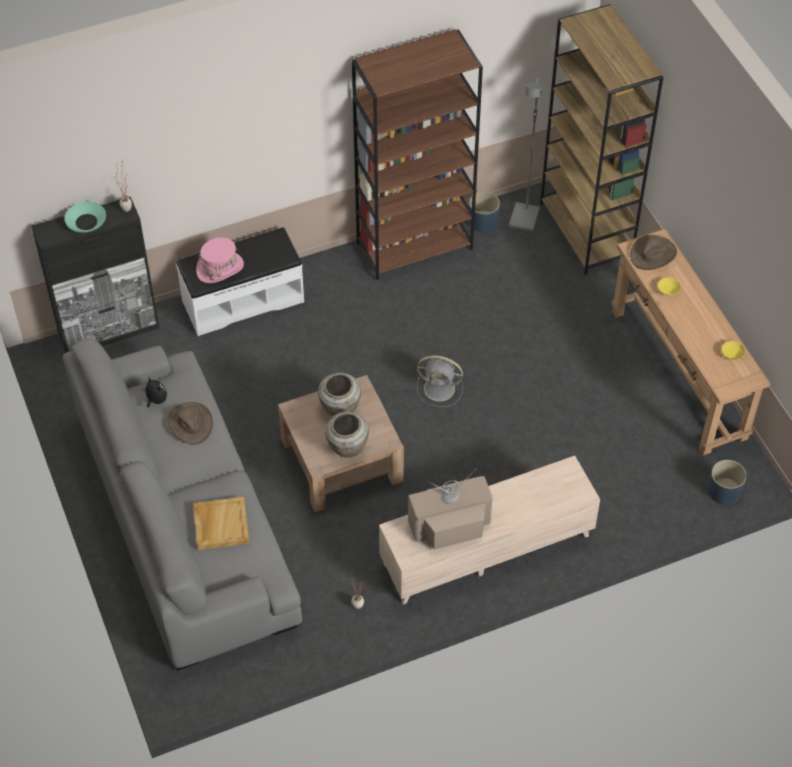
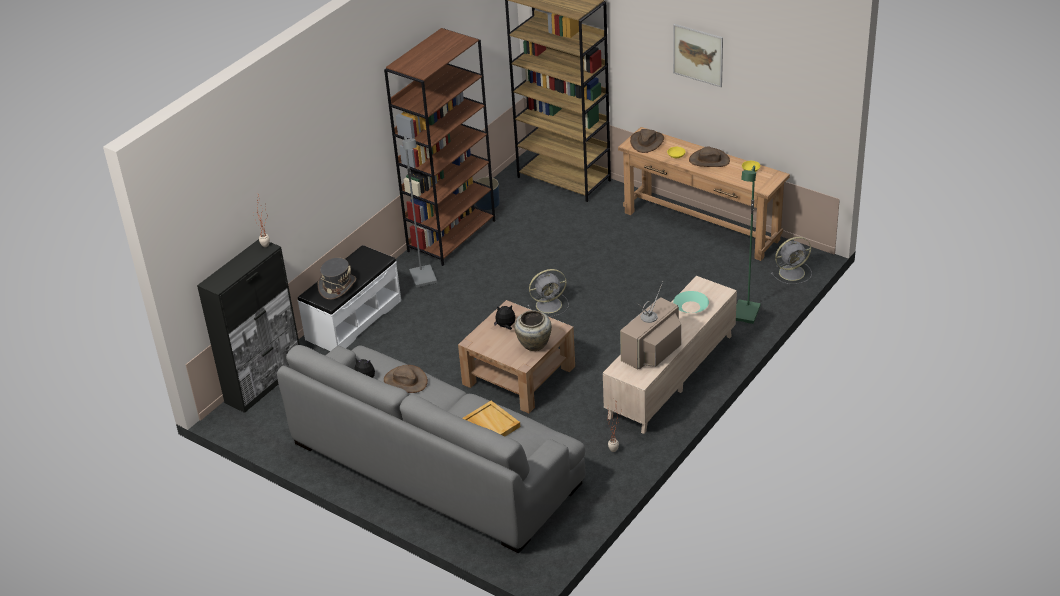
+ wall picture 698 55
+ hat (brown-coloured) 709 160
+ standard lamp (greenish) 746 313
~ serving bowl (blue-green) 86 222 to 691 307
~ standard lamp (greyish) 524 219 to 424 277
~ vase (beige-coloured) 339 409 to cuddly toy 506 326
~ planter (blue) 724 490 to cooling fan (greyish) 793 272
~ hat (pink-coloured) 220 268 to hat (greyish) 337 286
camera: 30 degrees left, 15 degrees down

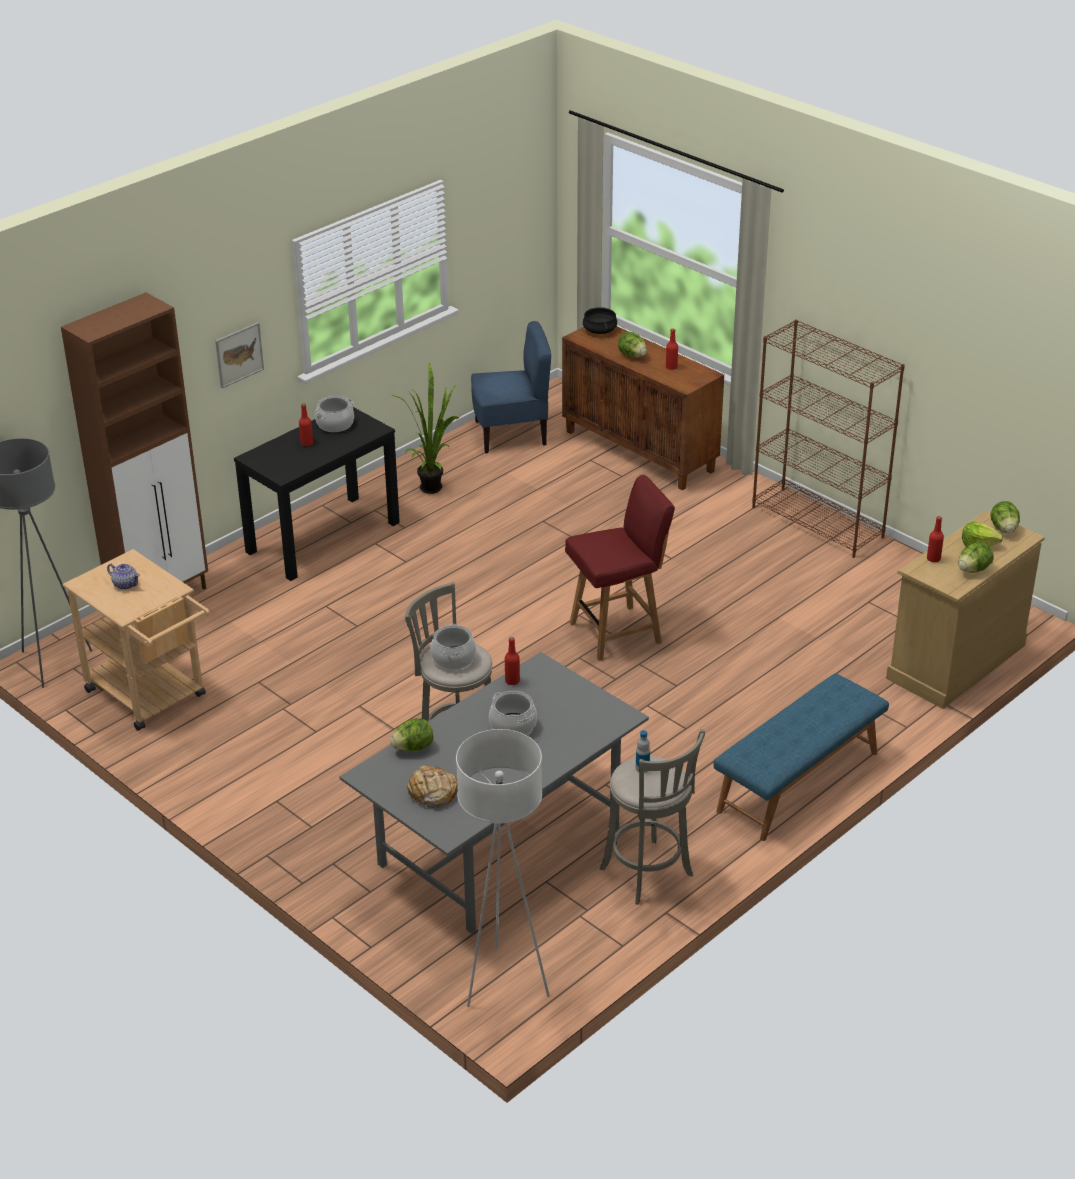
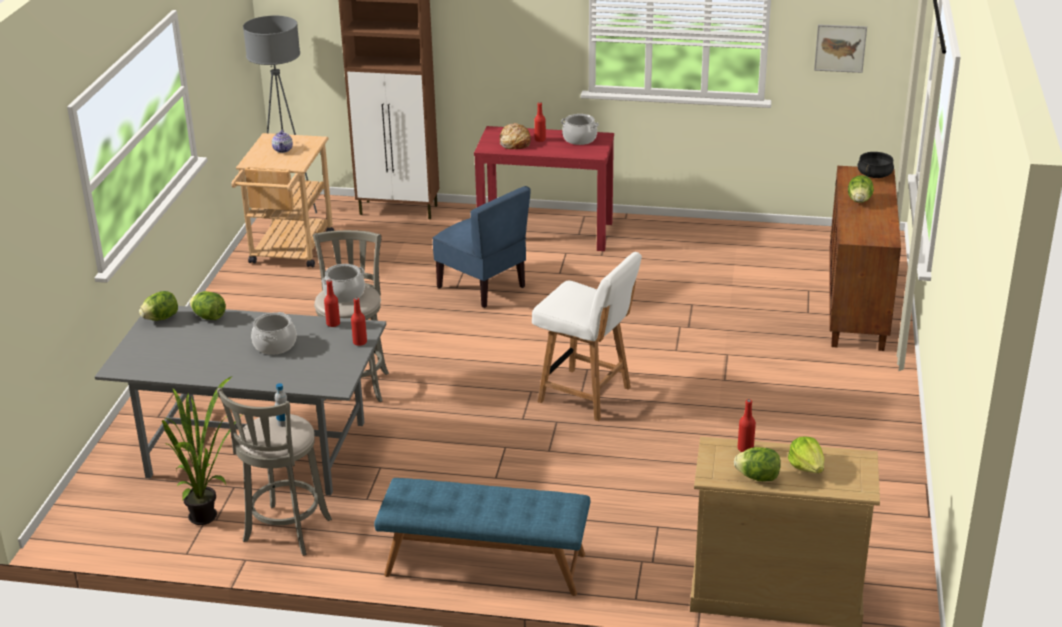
- standard lamp (white) 504 982
- bookcase (brown-coloured) 818 522
~ wall picture 239 354 to 840 48
~ potted plant 434 486 to 210 517
~ bakery bread 432 793 to 514 143
~ chair (blue) 511 434 to 482 287
~ bottle (red-coloured) 671 367 to 360 342
~ lettuce 1004 529 to 161 318
~ console table (black) 323 537 to console table (red-coloured) 546 232
~ chair (red-coloured) 617 632 to chair (white) 586 395
camera: 55 degrees right, 5 degrees down

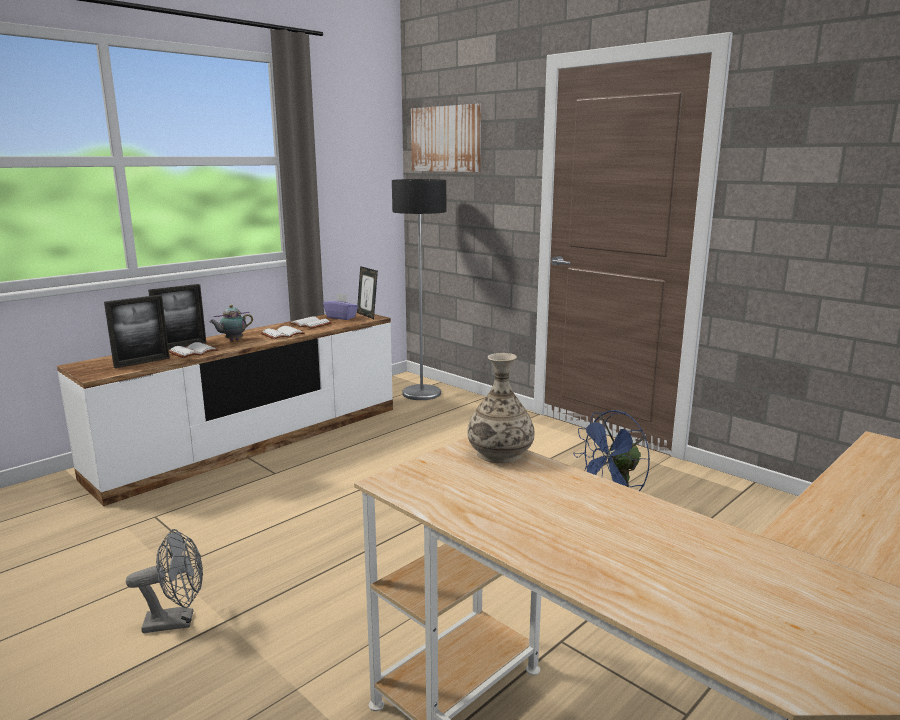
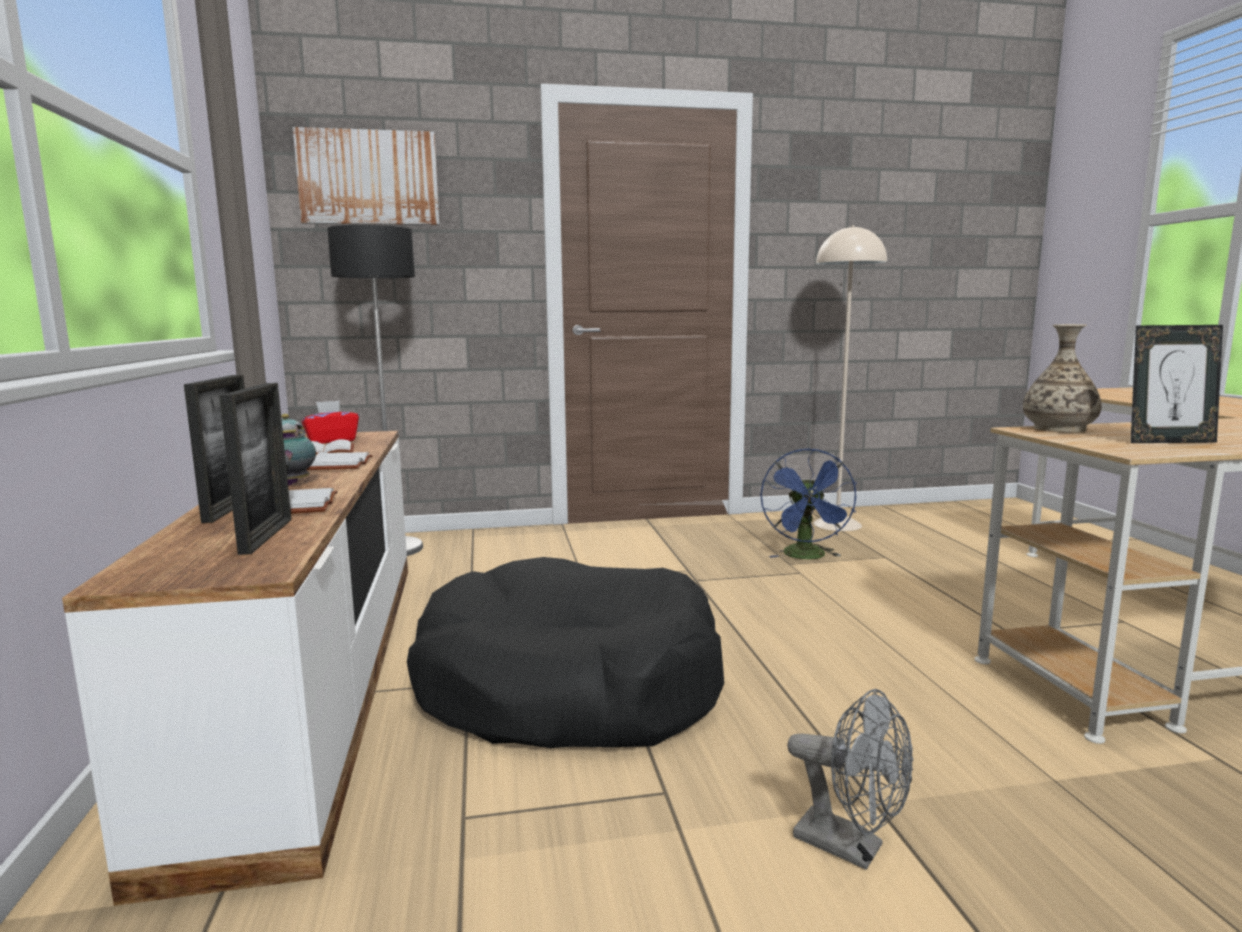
+ dog cushion (black) 568 686
+ standard lamp (beige-coloured) 838 524
~ photo frame 367 315 to 1168 441
~ box of tissues (purple) 341 317 to box of tissues (red-coloured) 331 440
~ cooling fan (greyish) 177 621 = 851 847 105 degrees clockwise
camera: 55 degrees left, 5 degrees down

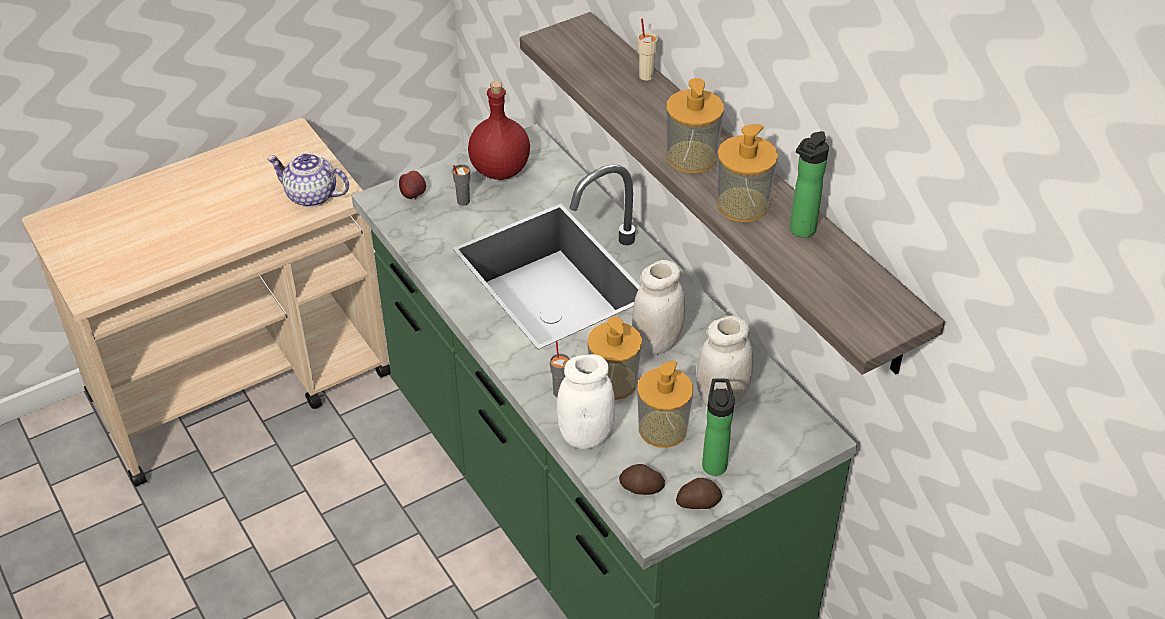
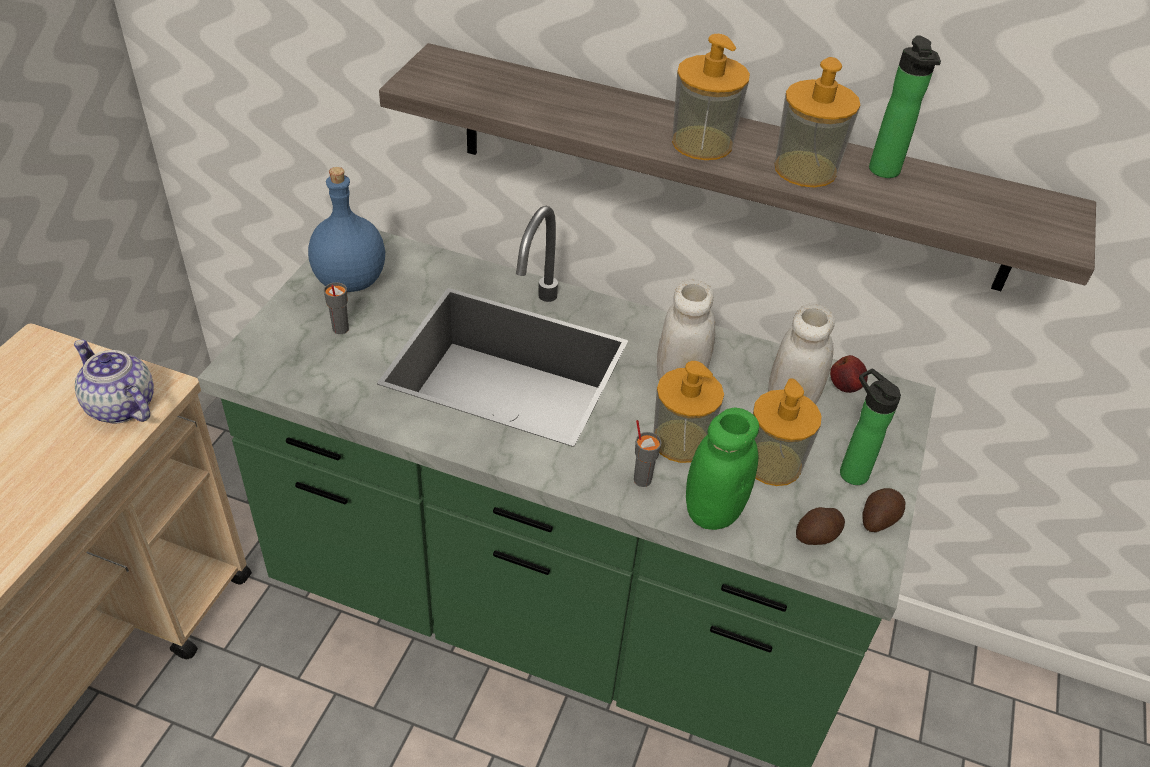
- small cup (beige-coloured) 646 75
~ apple fruit 413 195 to 845 387
~ bottle (red-coloured) 501 170 to bottle (blue) 351 280
~ storage jar (white) 585 436 to storage jar (greenish) 713 511
~ teapot 311 196 = 120 406 60 degrees clockwise
camera: 40 degrees left, 0 degrees up

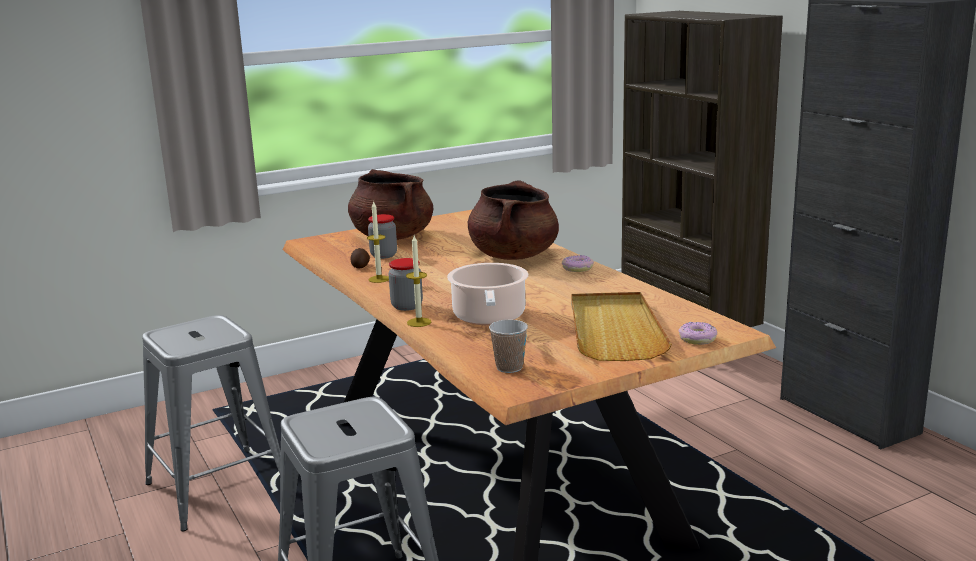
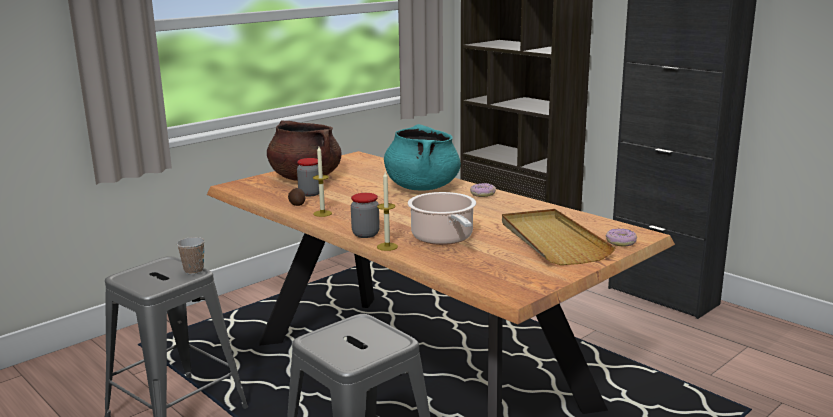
~ small cup 509 367 to 194 270
~ saucepot (brown-coloured) 513 255 to saucepot (blue-green) 422 187
camera: 15 degrees left, 0 degrees up

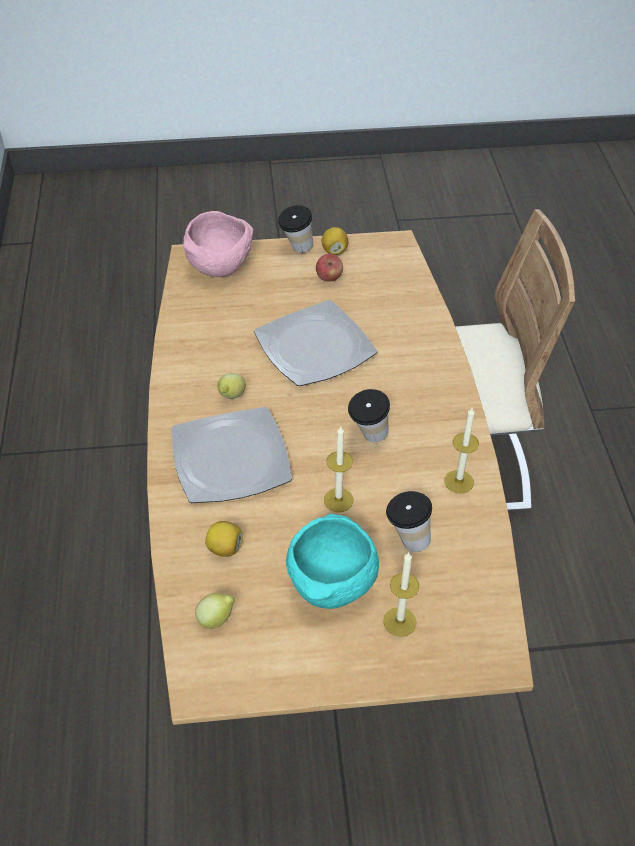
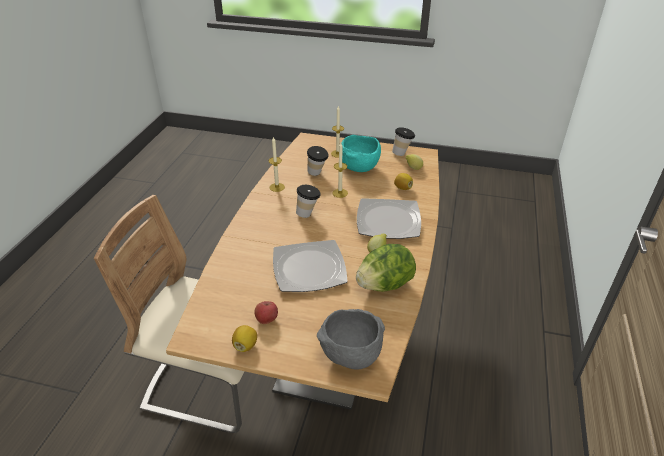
+ lettuce 385 284
~ small cup 296 249 to 402 153
~ serving bowl (pink-coloured) 220 266 to serving bowl (greyish) 350 356
camera: 160 degrees left, 10 degrees down

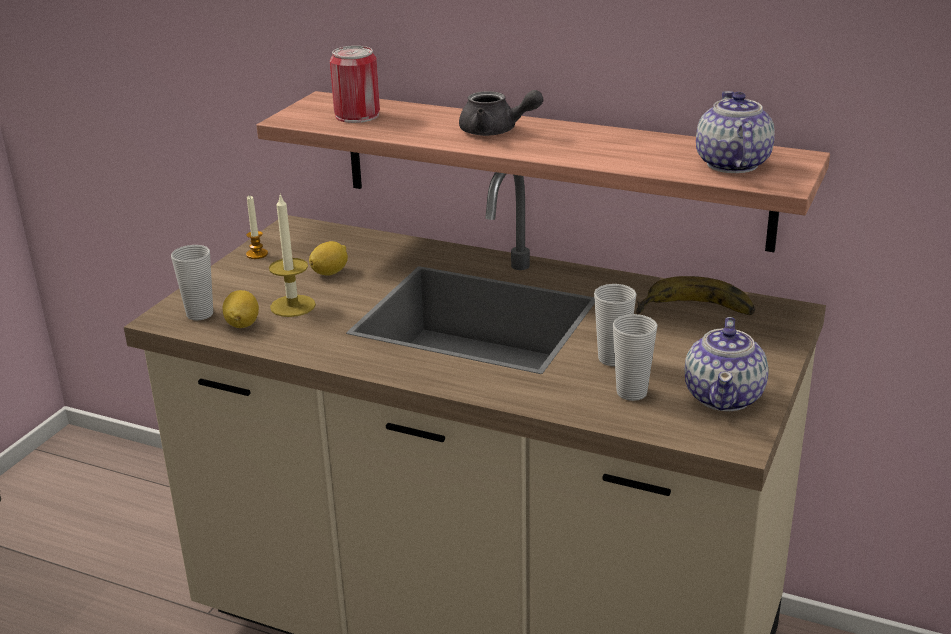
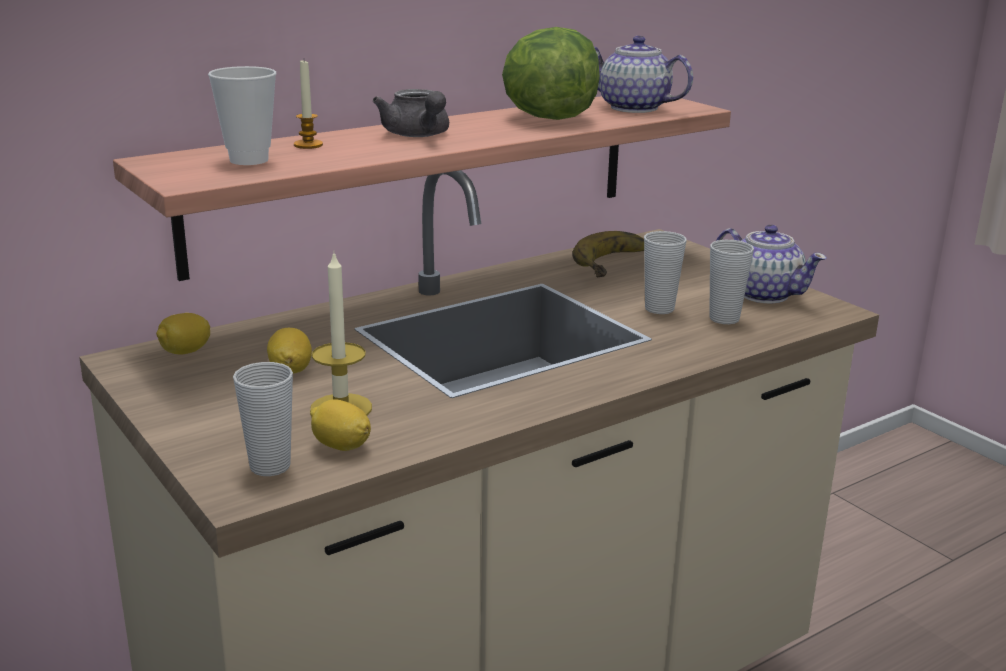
+ lemon 185 352
+ lettuce 548 117
~ candle 257 254 to 308 145
~ sealed can 357 115 to small cup 249 160
~ teapot (greyish) 496 131 = 418 135 105 degrees clockwise
camera: 60 degrees left, 5 degrees down

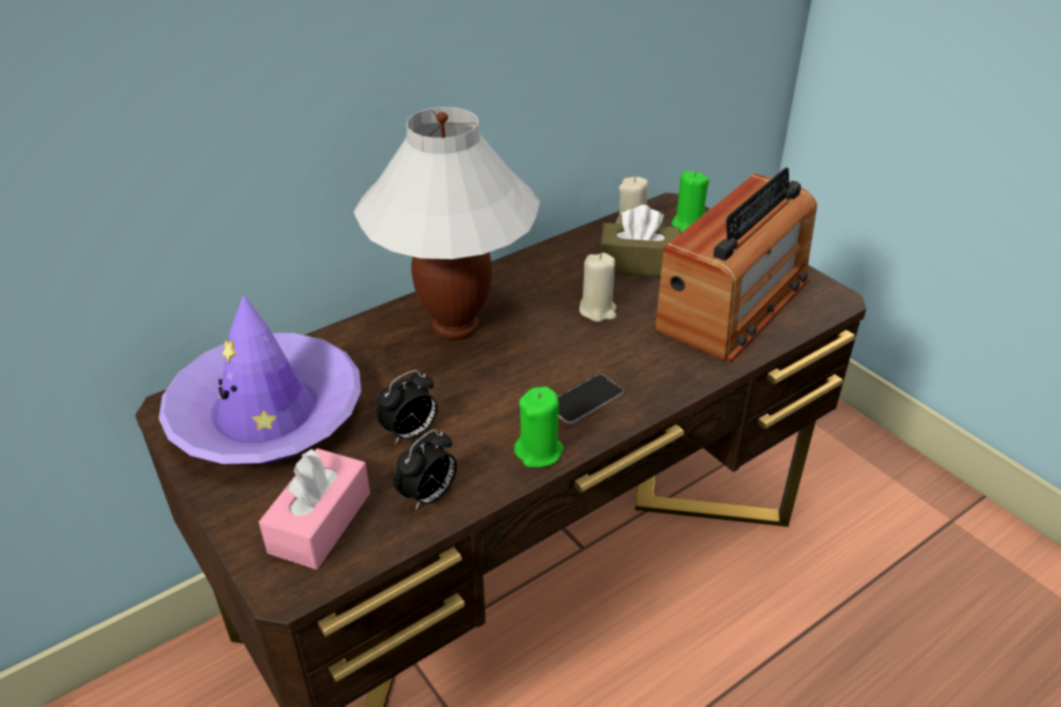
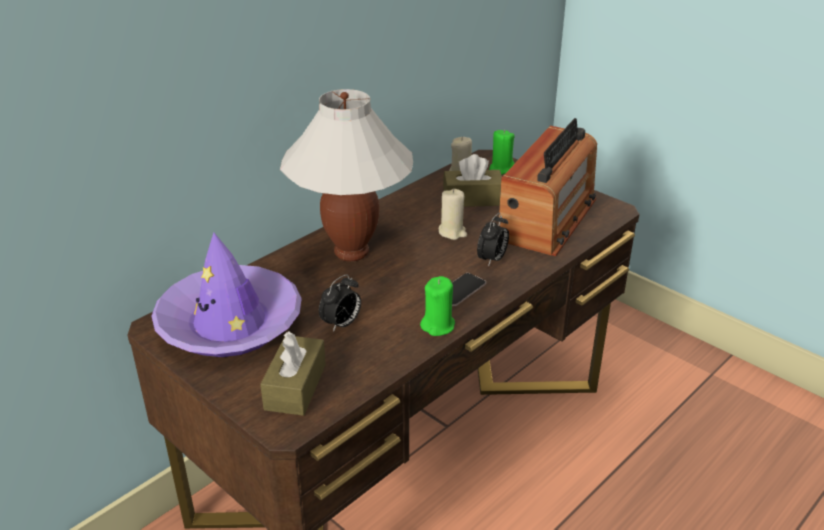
~ table clock 428 496 to 492 260
~ box of tissues (pink-coloured) 320 522 to box of tissues (brown-coloured) 295 387
camera: 10 degrees left, 5 degrees down

